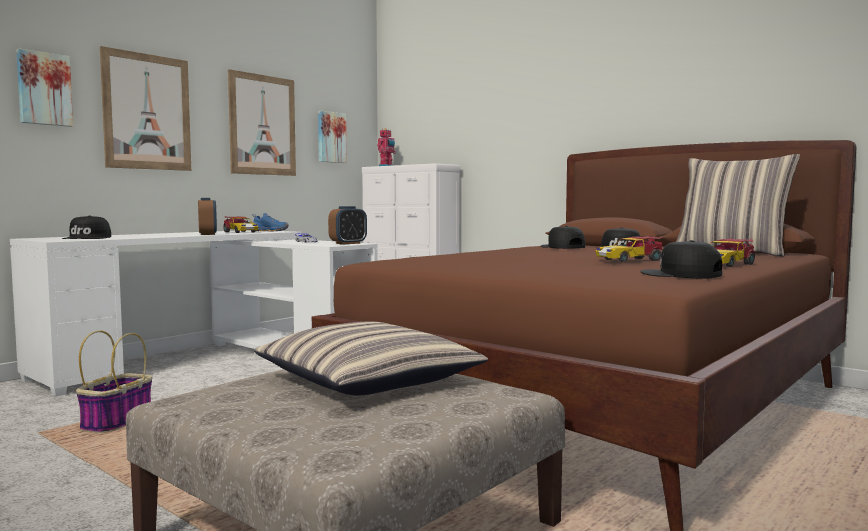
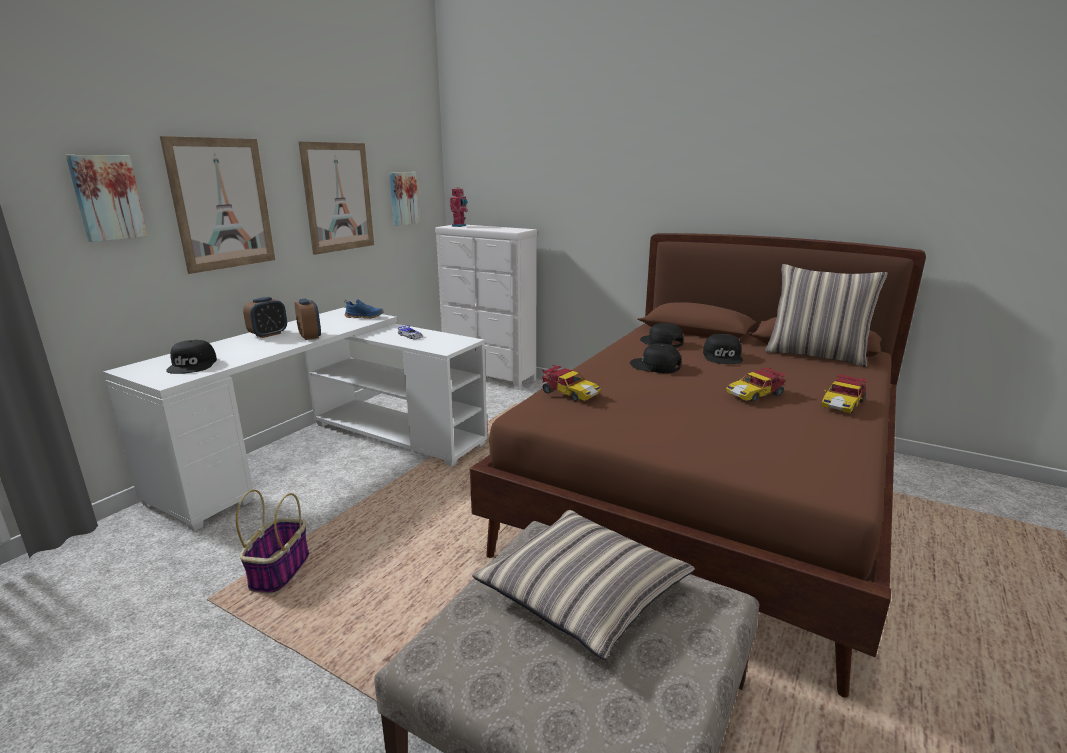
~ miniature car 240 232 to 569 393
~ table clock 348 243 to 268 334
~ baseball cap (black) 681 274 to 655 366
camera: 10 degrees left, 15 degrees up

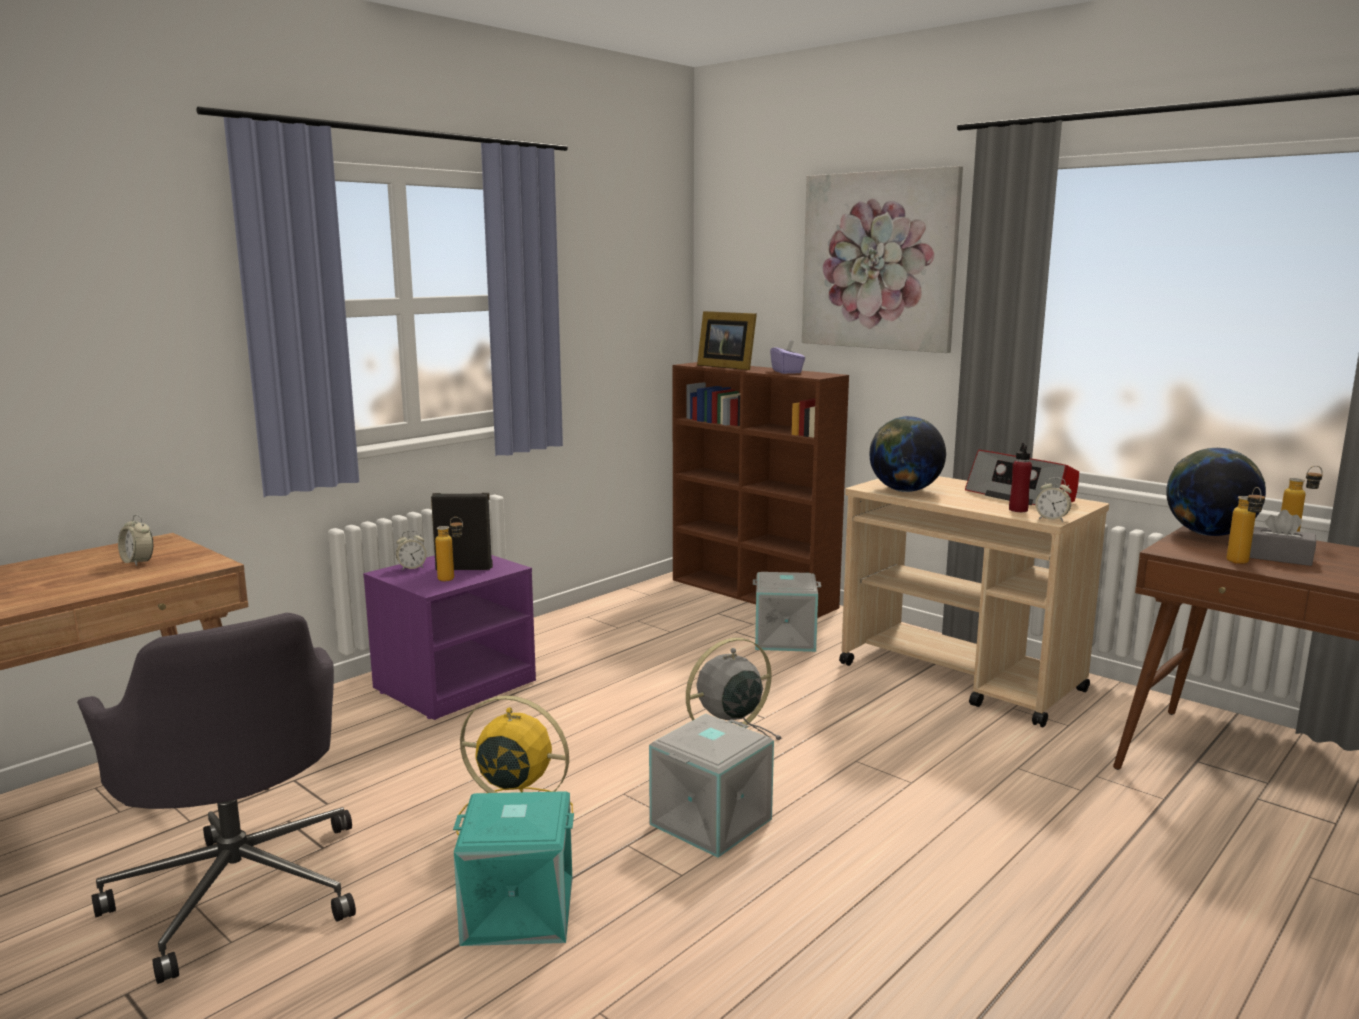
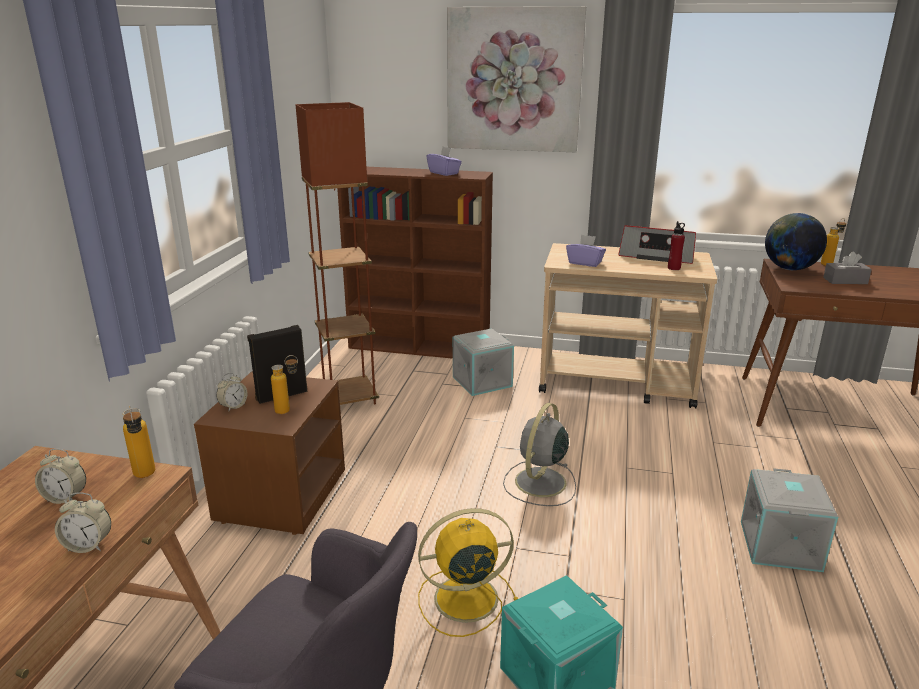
- photo frame 726 367
+ standard lamp (brown-coloured) 349 398
~ storage bin (greyish) 712 823 to 781 546
~ table clock 1052 519 to 88 545
~ bottle 1241 564 to 145 477
~ world globe 905 491 to box of tissues (purple) 585 263
~ night table (purple) 455 685 to night table (brown-coloured) 280 494
camera: 30 degrees left, 10 degrees up

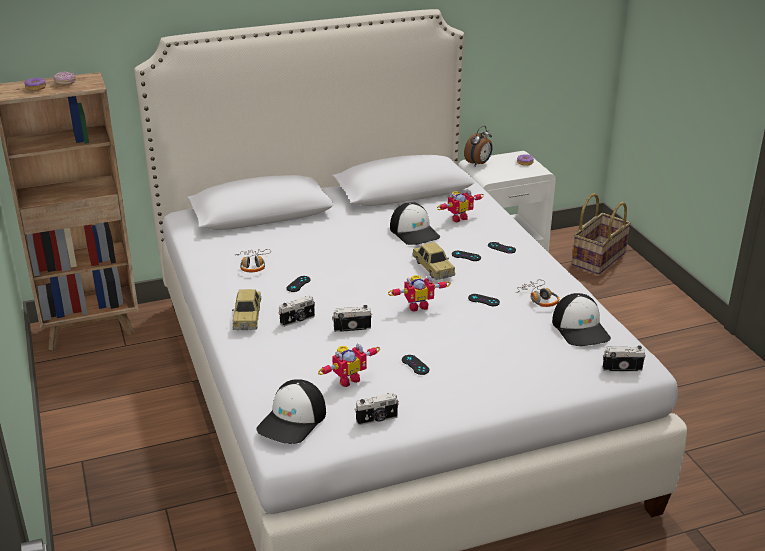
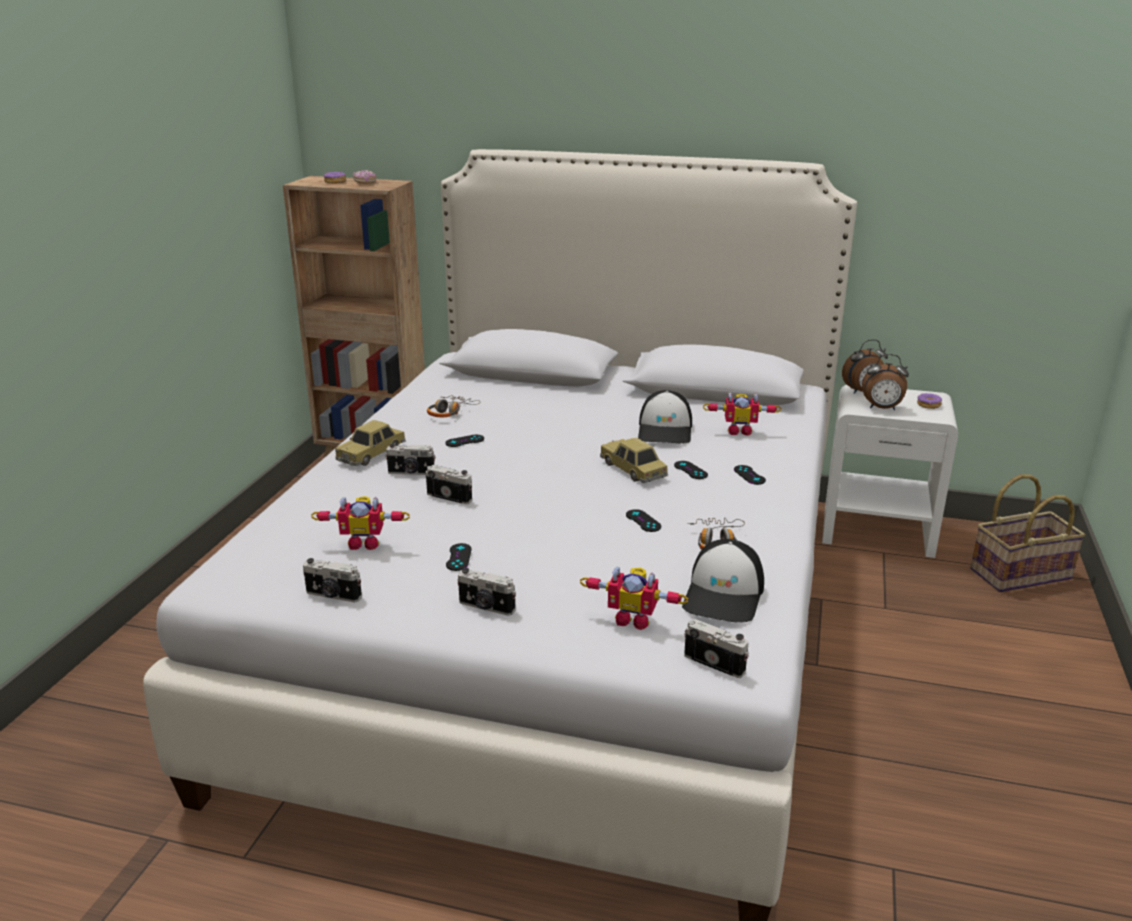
- baseball cap 293 420
+ photo camera 486 607
+ table clock 882 408
~ toy robot 417 305 to 633 619
~ miniature car 433 268 = 633 470 135 degrees clockwise
camera: 35 degrees right, 5 degrees down

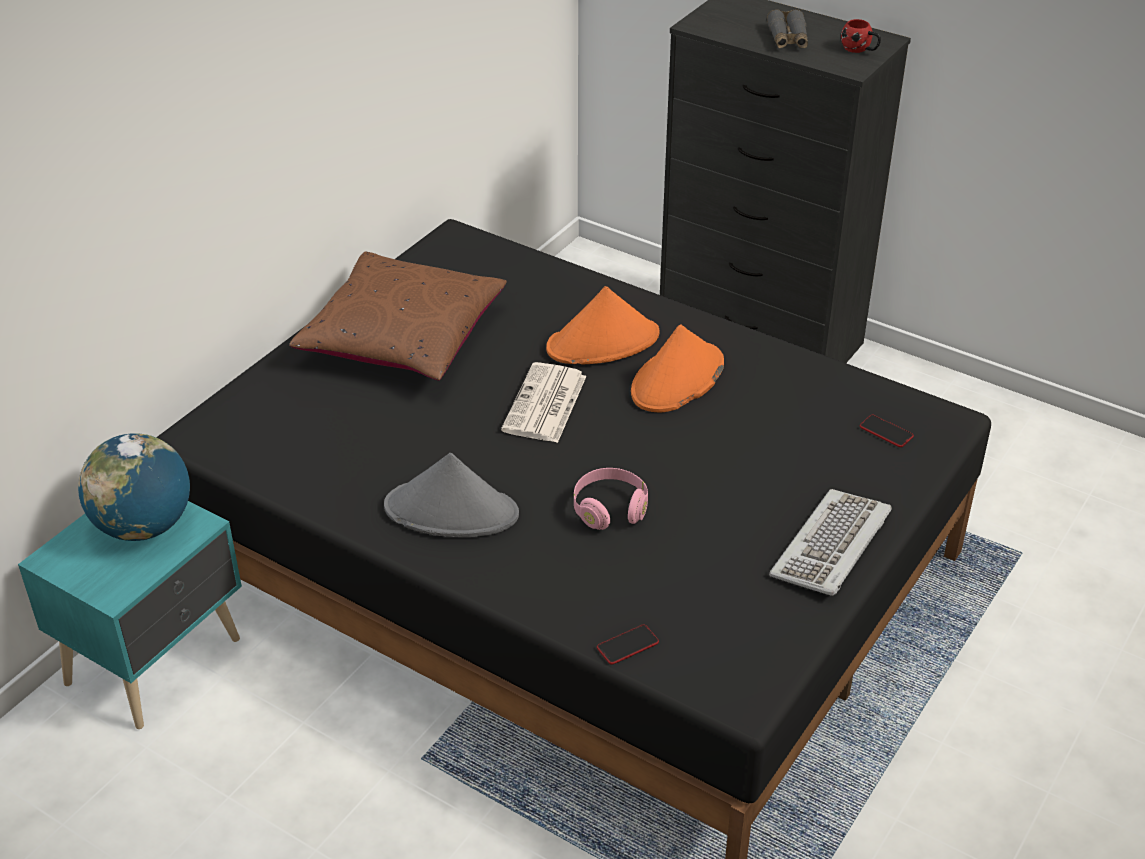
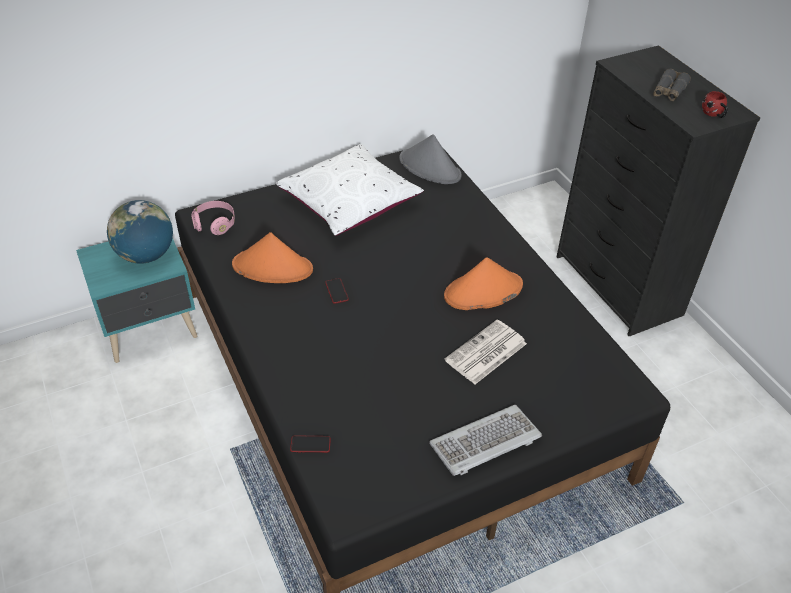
~ hat (greyish) 452 511 to 430 168
~ daily paper 545 405 to 485 353
~ hat (orange) 603 342 to 273 267
~ pair of headphones (pink-coloured) 609 509 to 215 224
~ telephone 886 432 to 336 291
~ throw pillow (brown-coloured) 402 338 to throw pillow (white) 349 202
camera: 30 degrees right, 5 degrees up

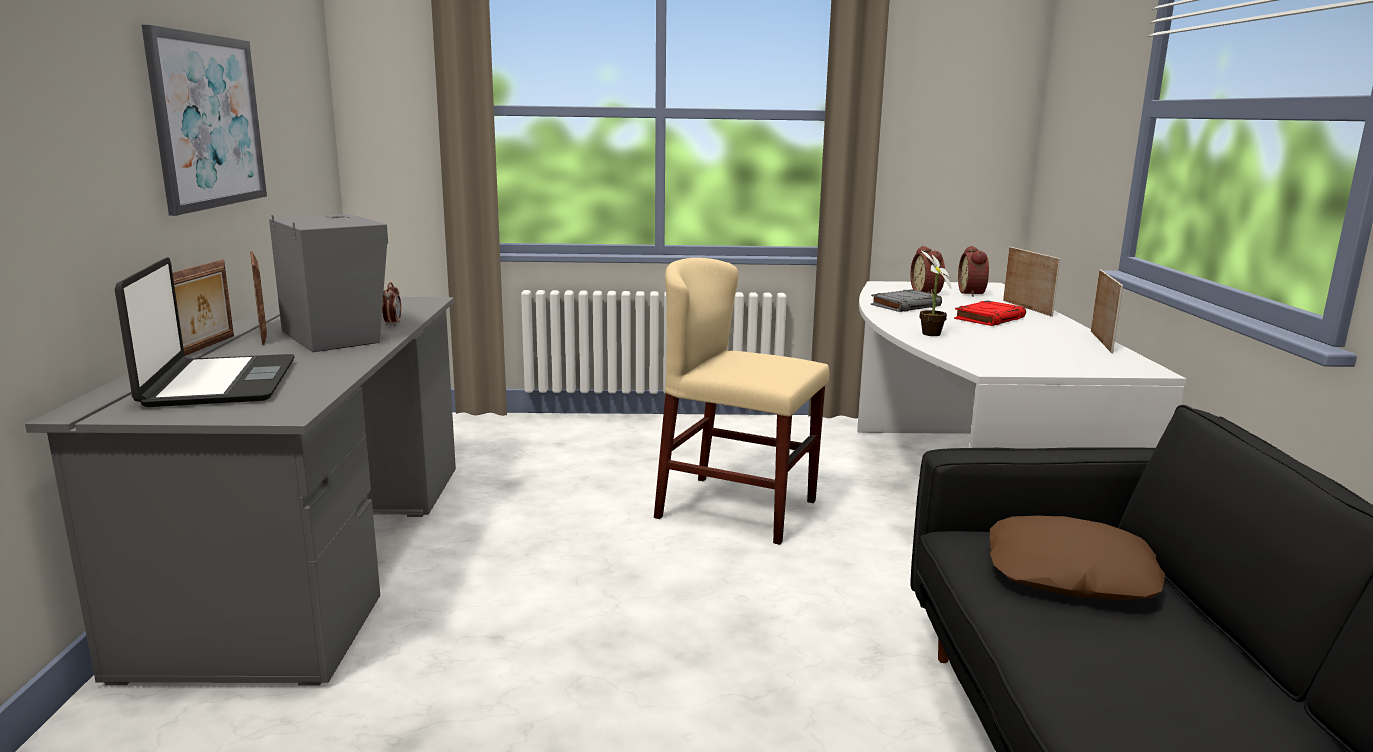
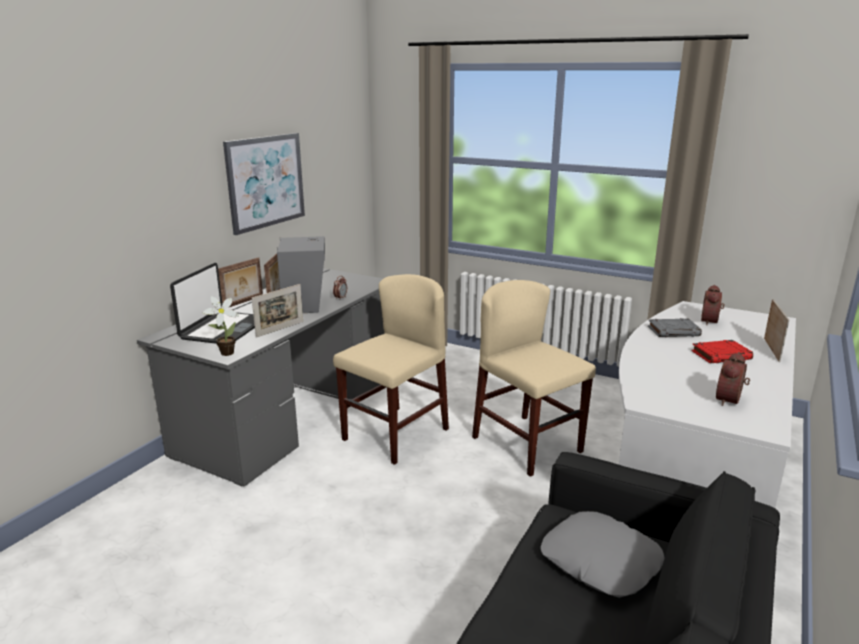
+ chair (beige-coloured) 395 434
~ potted plant 929 334 to 225 353
~ table clock 973 293 to 730 400
~ photo frame 1101 341 to 280 329
~ throw pillow (brown-coloured) 1069 575 to throw pillow (greyish) 600 562
camera: 30 degrees right, 5 degrees up

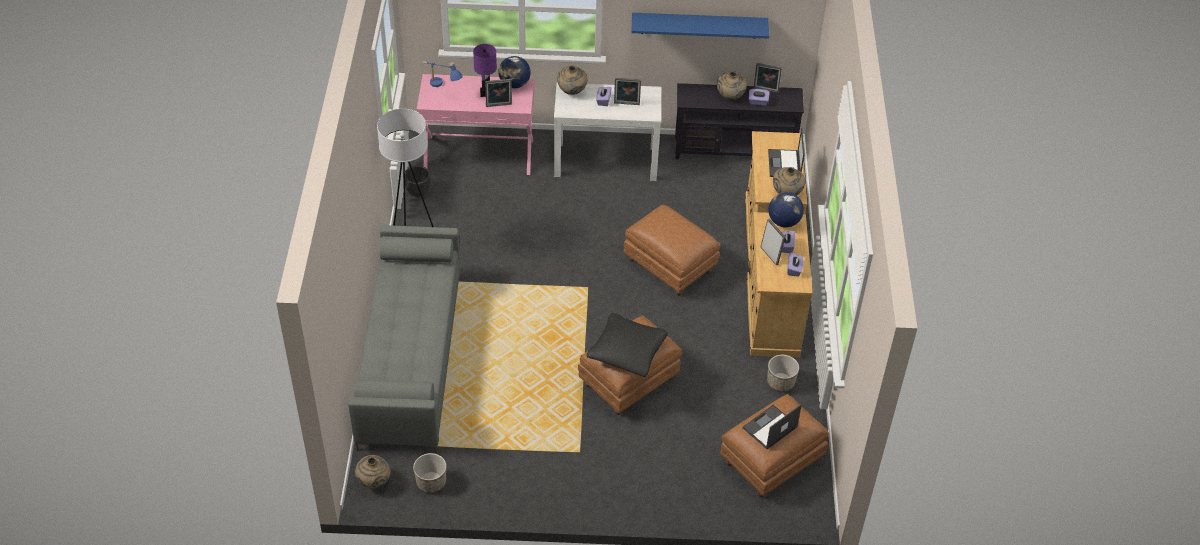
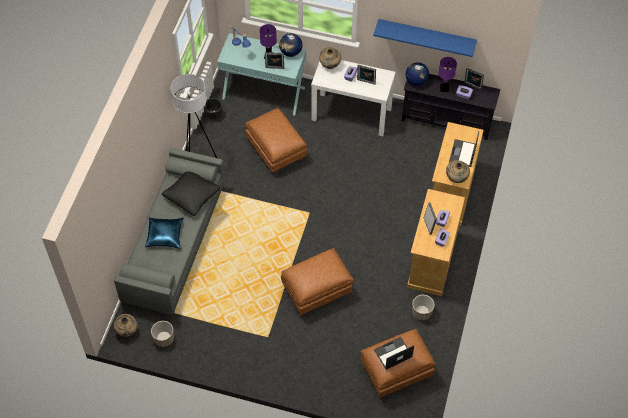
+ throw pillow (blue) 165 235
~ throw pillow (black) 627 352 to 192 195
~ ottoman (brown-coloured) 671 266 to 277 151
~ world globe 783 222 to 416 81
~ vase (beige-coloured) 730 97 to table lamp (purple) 444 88
~ console table (pink-coloured) 479 154 to console table (blue-green) 264 93
camera: 15 degrees right, 10 degrees up

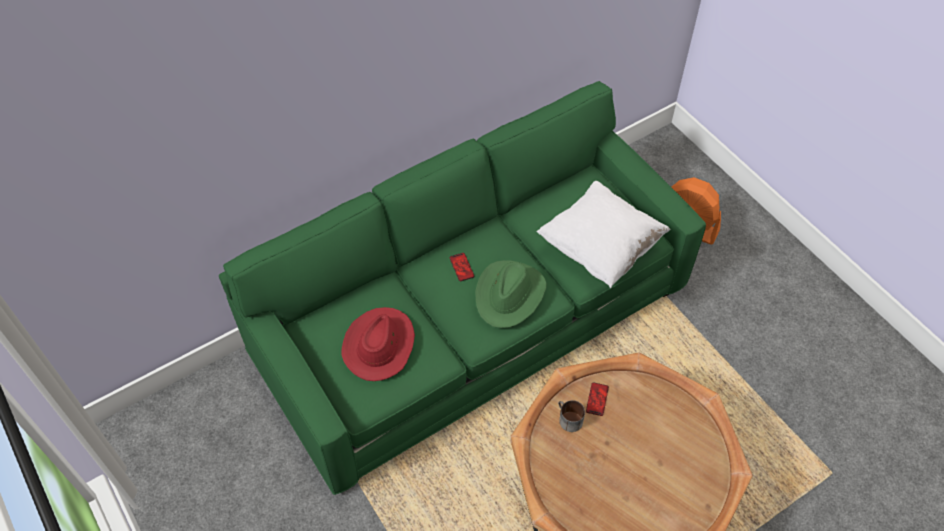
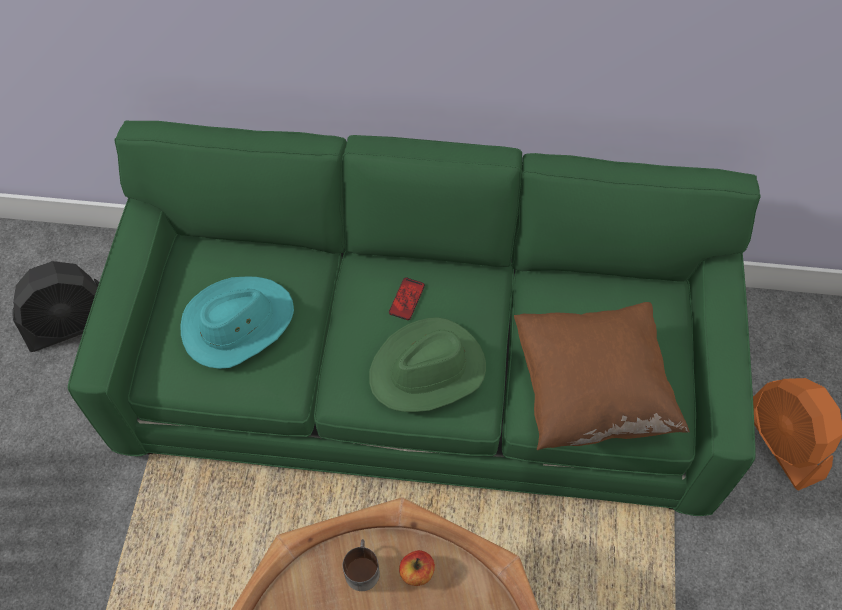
+ cooling fan (black) 73 324
~ telephone 597 399 to apple fruit 417 572
~ hat (red-coloured) 379 345 to hat (blue-green) 238 324
~ throw pillow (white) 600 248 to throw pillow (brown-coloured) 591 391
camera: 40 degrees right, 5 degrees up

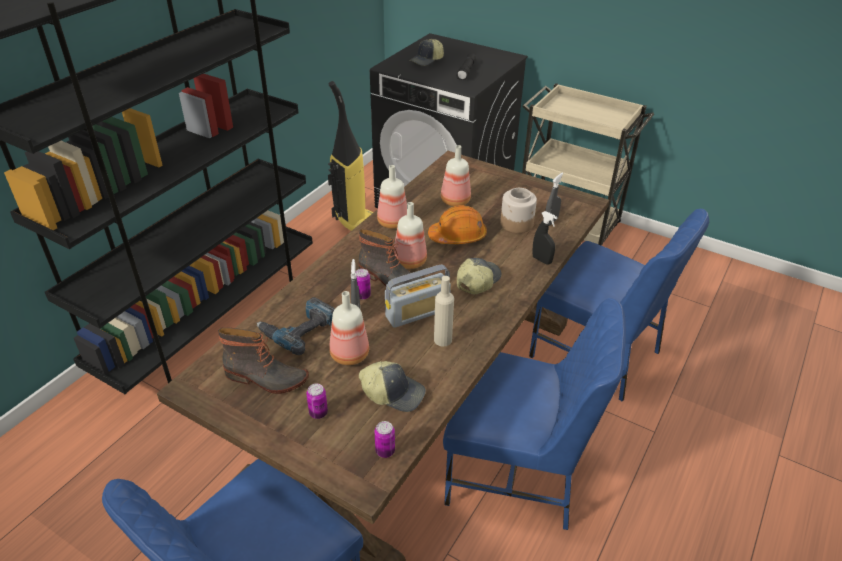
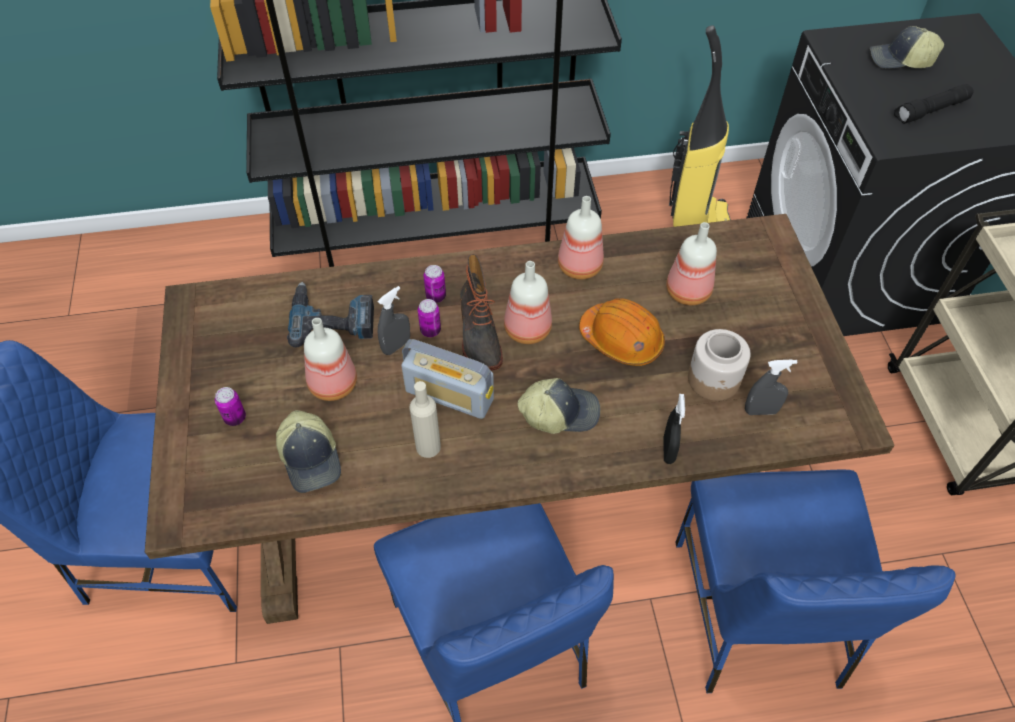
- tall boot 266 379
~ sealed can 385 451 to 436 296
camera: 50 degrees right, 15 degrees up

